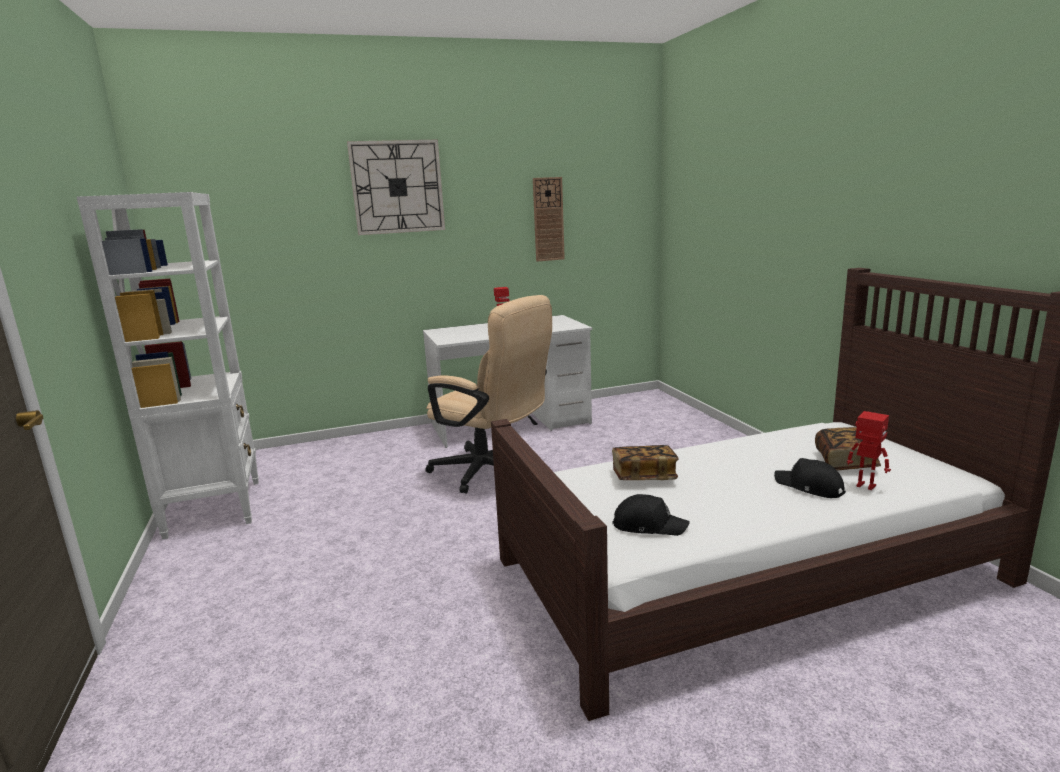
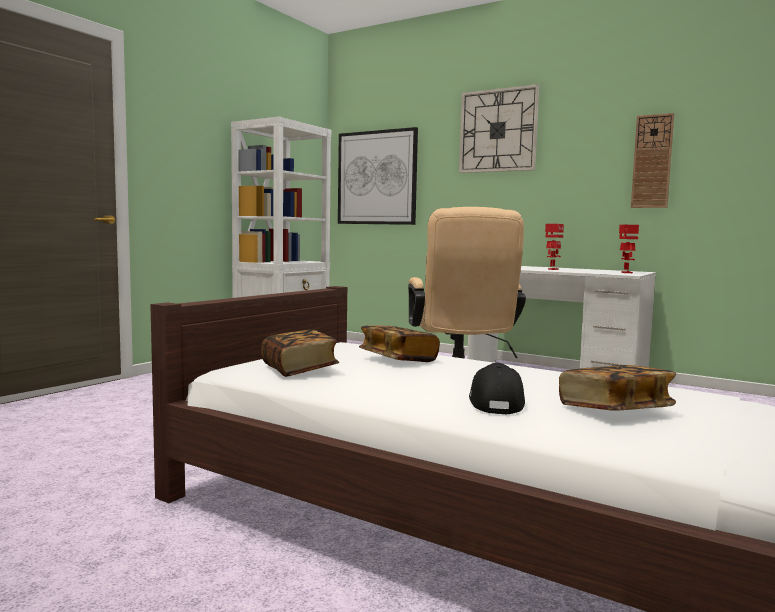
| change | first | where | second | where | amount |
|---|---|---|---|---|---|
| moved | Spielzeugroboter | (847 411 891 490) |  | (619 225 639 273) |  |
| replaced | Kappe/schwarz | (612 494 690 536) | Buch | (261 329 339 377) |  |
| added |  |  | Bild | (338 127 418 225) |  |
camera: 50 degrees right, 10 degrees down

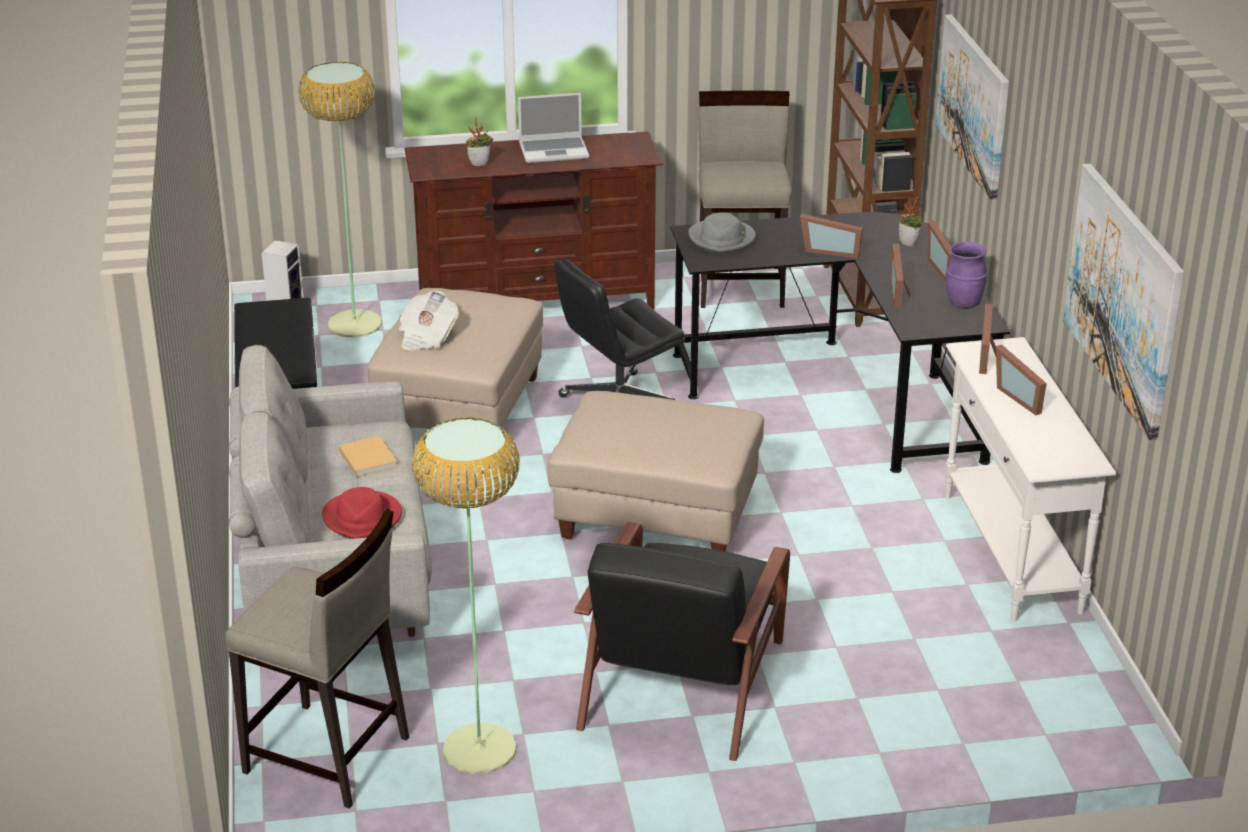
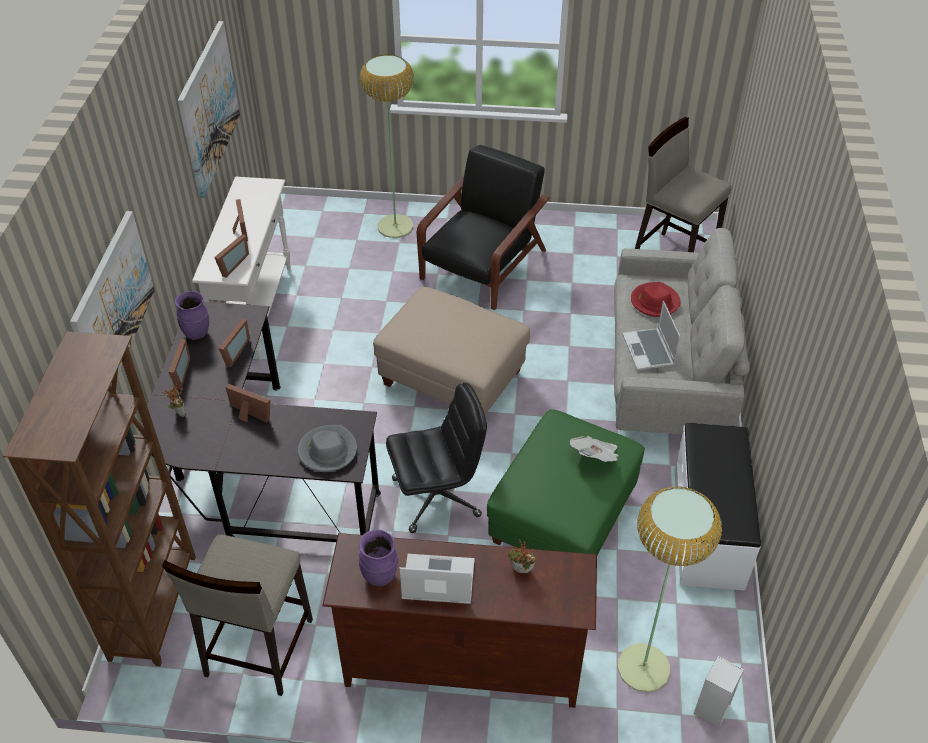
| change | first | where | second | where | amount |
|---|---|---|---|---|---|
| recoloured | Polsterhocker/beige | (368 288 543 430) | Polsterhocker/grün | (487 410 644 555) |  |
| moved | Stehlampe | (412 417 520 774) |  | (360 54 414 238) |  |
| replaced | Buch/beige | (339 436 398 477) | Laptop | (622 301 680 370) |  |
| added |  |  | Vase/lila | (359 530 398 586) |  |
camera: 165 degrees left, 15 degrees up

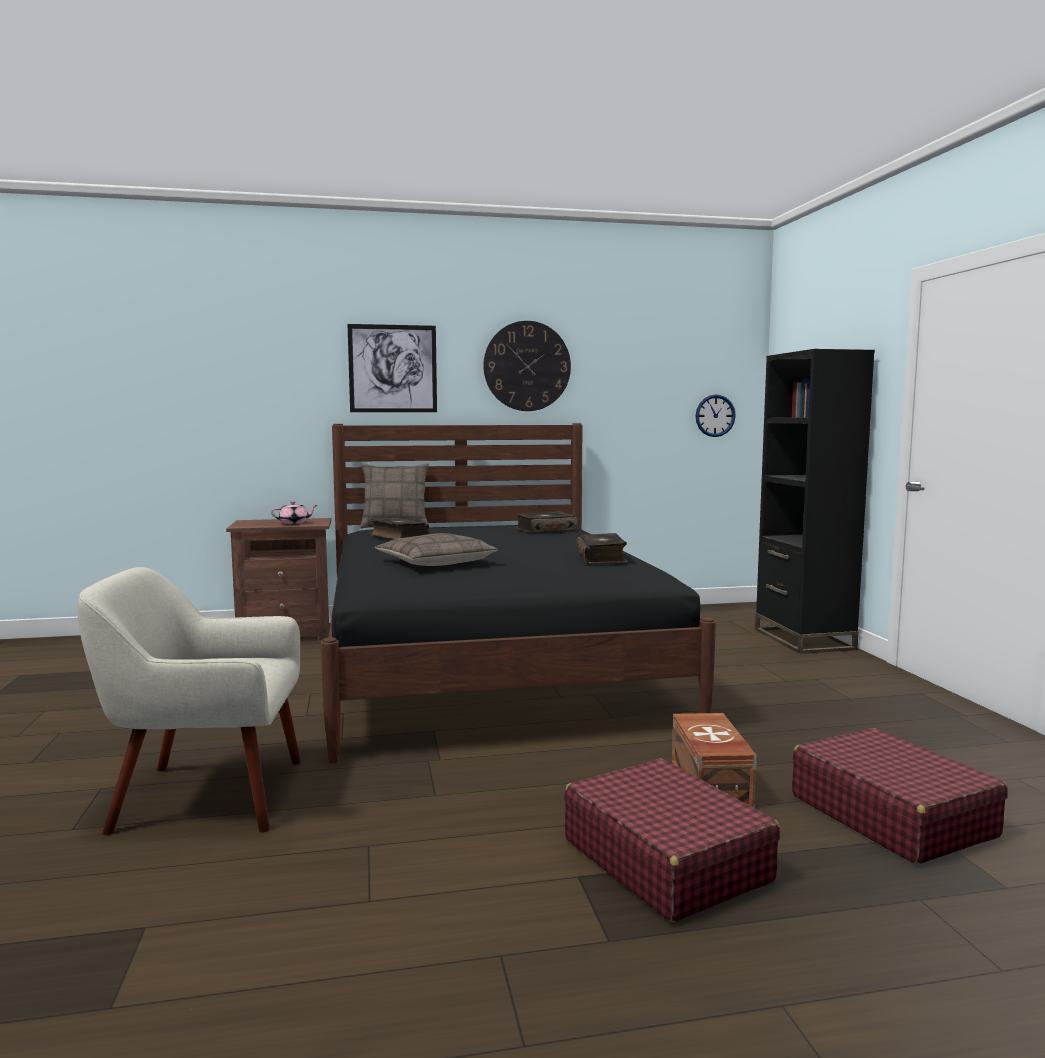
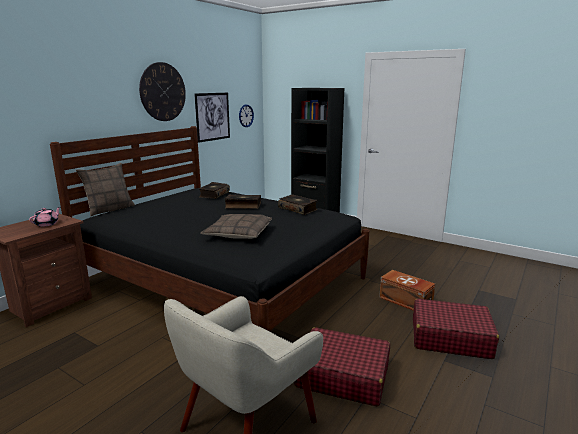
| change | first | where | second | where | amount |
|---|---|---|---|---|---|
| moved | Bild | (347 324 437 412) |  | (194 93 230 143) |  |
| moved | Buch | (370 518 429 539) |  | (224 195 261 209) |  |
| moved | Koffer/rot | (792 728 1008 864) |  | (294 327 390 407) |  |
camera: 45 degrees left, 10 degrees up

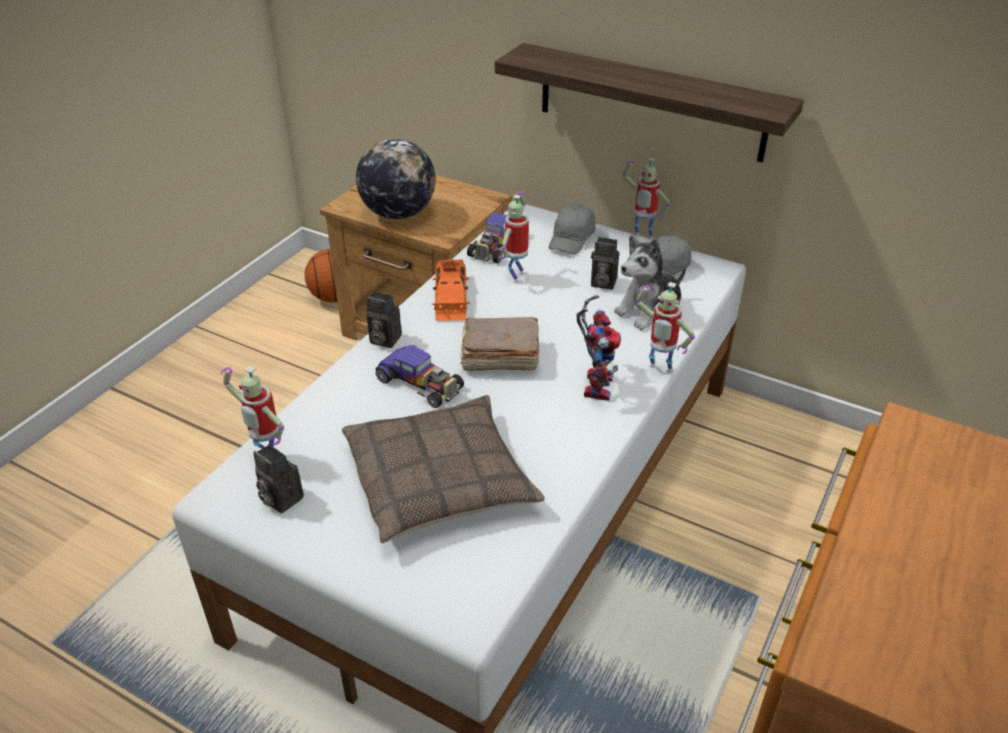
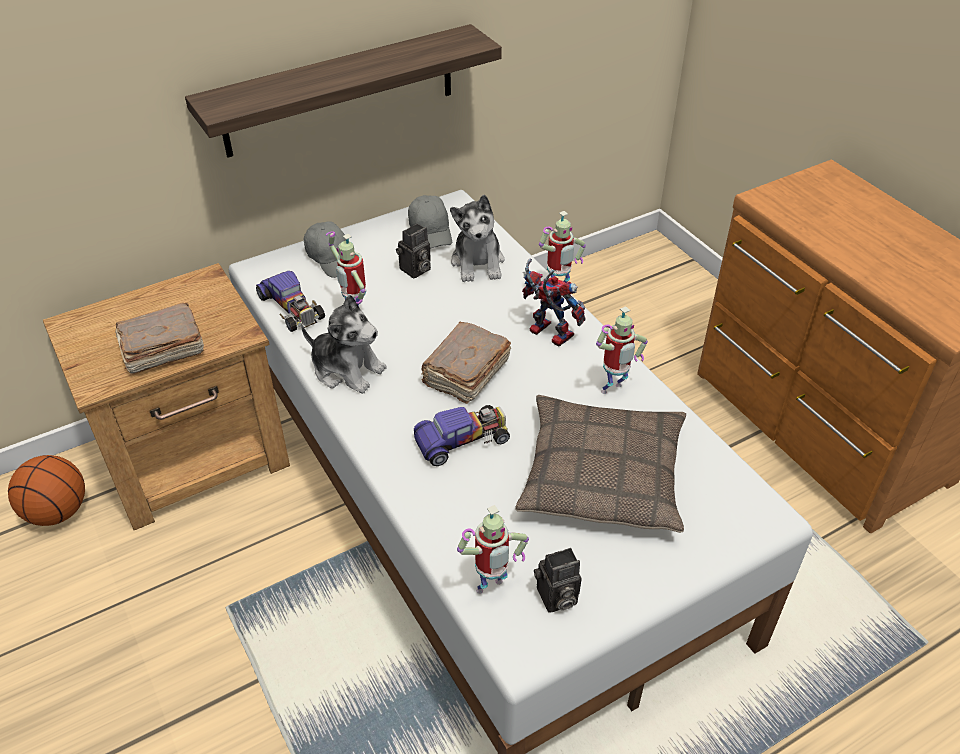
| change | first | where | second | where | amount |
|---|---|---|---|---|---|
| replaced | Globus | (356 138 435 219) | Buch/braun | (115 303 204 375) |  |
| moved | Spielzeugroboter | (623 158 671 239) |  | (596 306 648 394) |  |
| replaced | Spielzeugauto/orange | (432 259 470 321) | Plüschtier | (301 295 387 394) |  |
| removed | Kamera | (366 291 402 348) |  |  |  |
camera: 60 degrees left, 5 degrees up

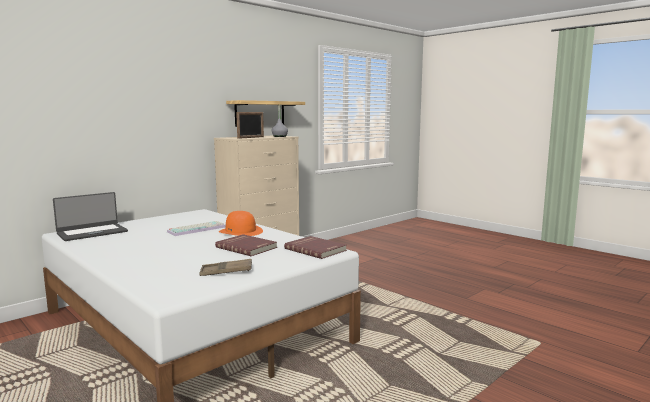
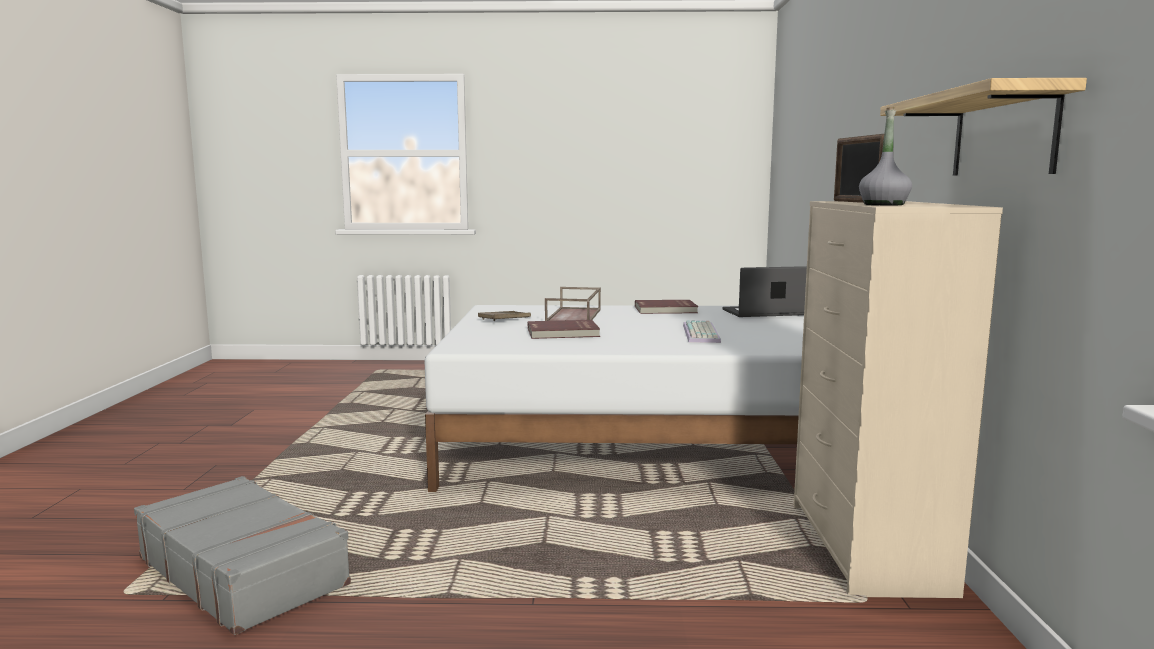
| change | first | where | second | where | amount |
|---|---|---|---|---|---|
| turned | Laptop | (53 192 128 241) |  | (722 266 807 317) | 75 degrees clockwise |
| removed | Hut/orange | (219 211 263 236) |  |  |  |
| moved | Buch/rot | (284 236 347 259) |  | (635 300 698 314) |  |
| added |  |  | Tablett/braun | (545 287 601 321) |  |
| added |  |  | Koffer/grau | (134 476 351 635) |  |
camera: 135 degrees right, 0 degrees up

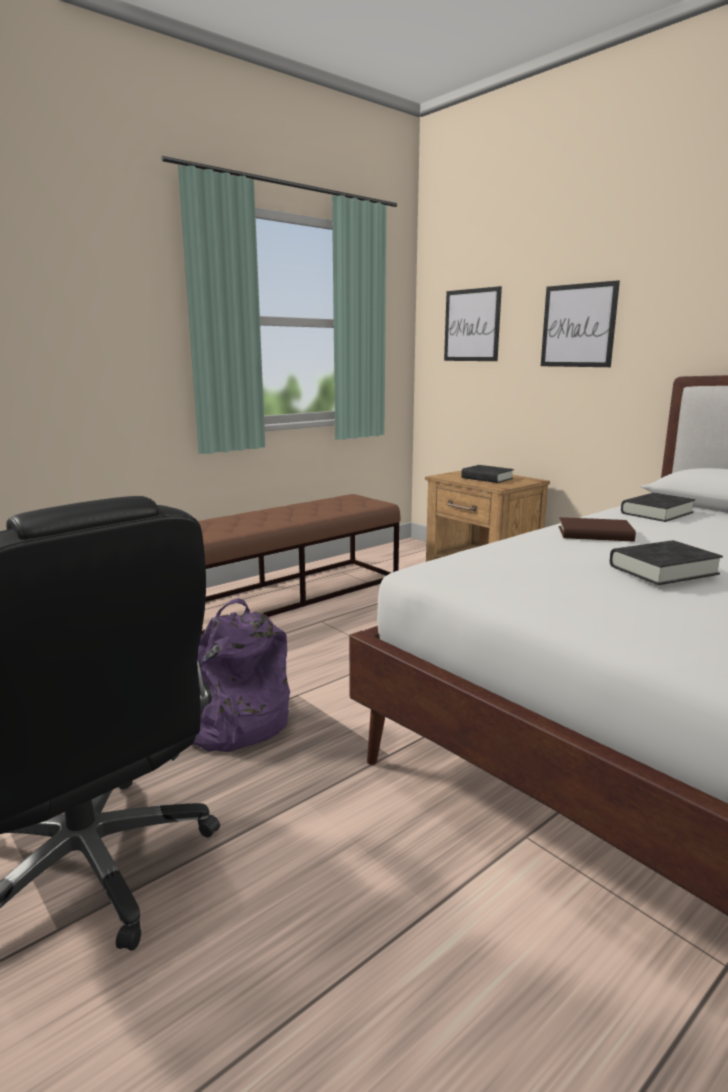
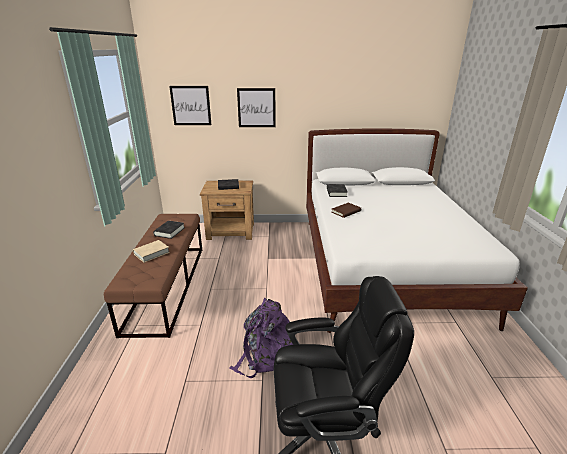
| change | first | where | second | where | amount |
|---|---|---|---|---|---|
| moved | Buch/schwarz | (610 540 723 585) |  | (153 221 184 239) |  |
| added |  |  | Buch/beige | (133 240 170 263) |  |
camera: 50 degrees left, 10 degrees up

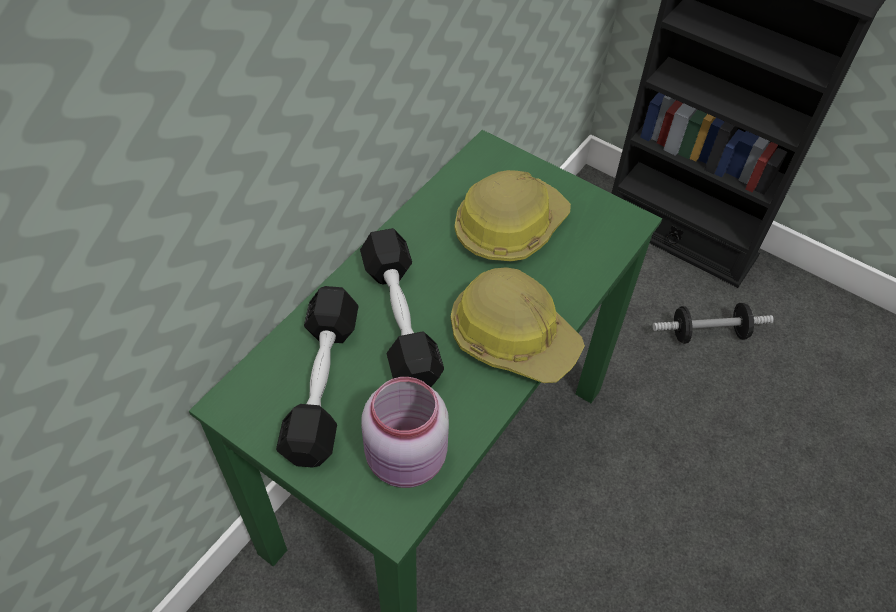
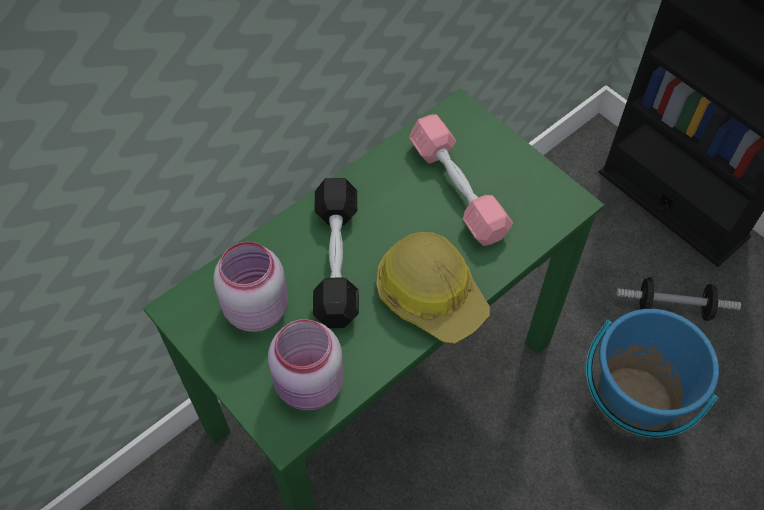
| change | first | where | second | where | amount |
|---|---|---|---|---|---|
| replaced | Schutzhelm | (454 170 571 261) | Hantel/rosa | (409 115 513 246) |  |
| replaced | Hantel/schwarz | (276 286 359 467) | Vorratsglas/rosa | (213 242 288 332) |  |
| added |  |  | Eimer/blau | (586 309 719 437) |  |
camera: 15 degrees right, 5 degrees up

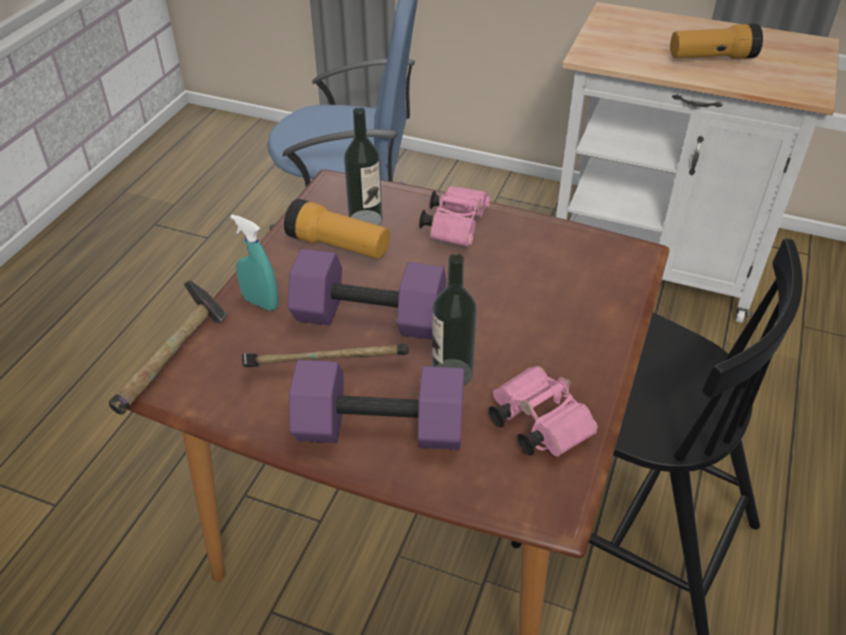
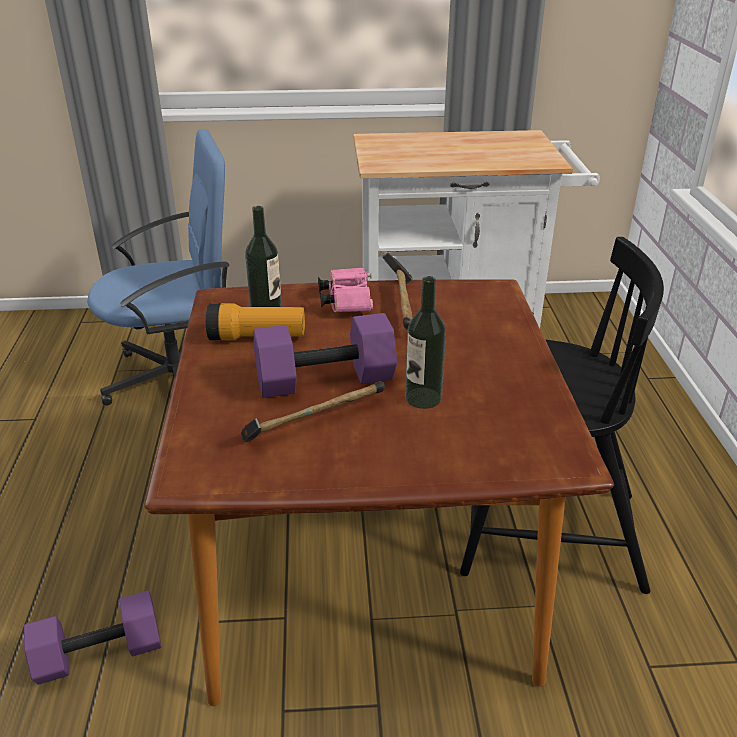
| change | first | where | second | where | amount |
|---|---|---|---|---|---|
| removed | Taschenlampe | (670 24 763 59) |  |  |  |
| removed | Sprühflasche/türkis | (230 214 278 311) |  |  |  |
| moved | Hammer | (109 280 227 414) |  | (382 252 413 330) |  |
| moved | Hantel/lila | (289 360 464 450) |  | (24 590 161 685) |  |
| removed | Fernglas/rosa | (488 366 598 457) |  |  |  |
camera: 25 degrees left, 10 degrees down

